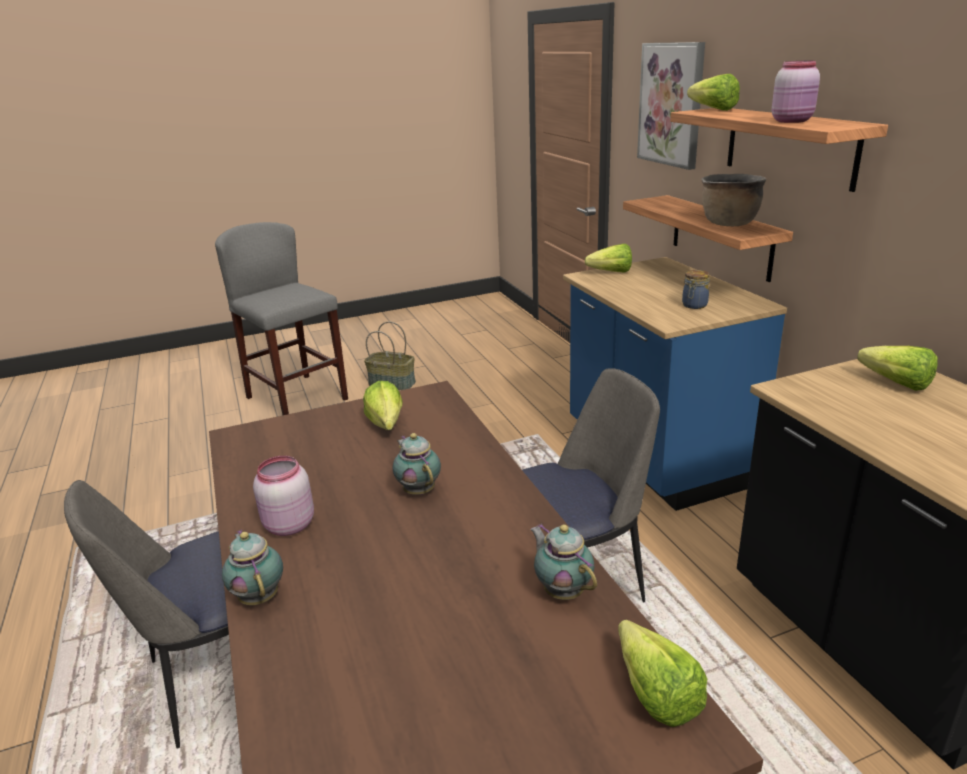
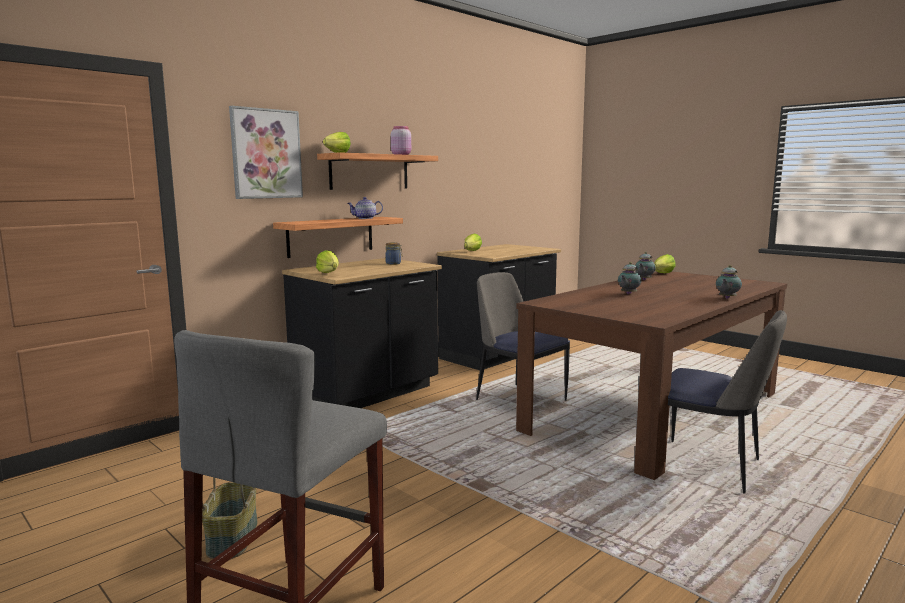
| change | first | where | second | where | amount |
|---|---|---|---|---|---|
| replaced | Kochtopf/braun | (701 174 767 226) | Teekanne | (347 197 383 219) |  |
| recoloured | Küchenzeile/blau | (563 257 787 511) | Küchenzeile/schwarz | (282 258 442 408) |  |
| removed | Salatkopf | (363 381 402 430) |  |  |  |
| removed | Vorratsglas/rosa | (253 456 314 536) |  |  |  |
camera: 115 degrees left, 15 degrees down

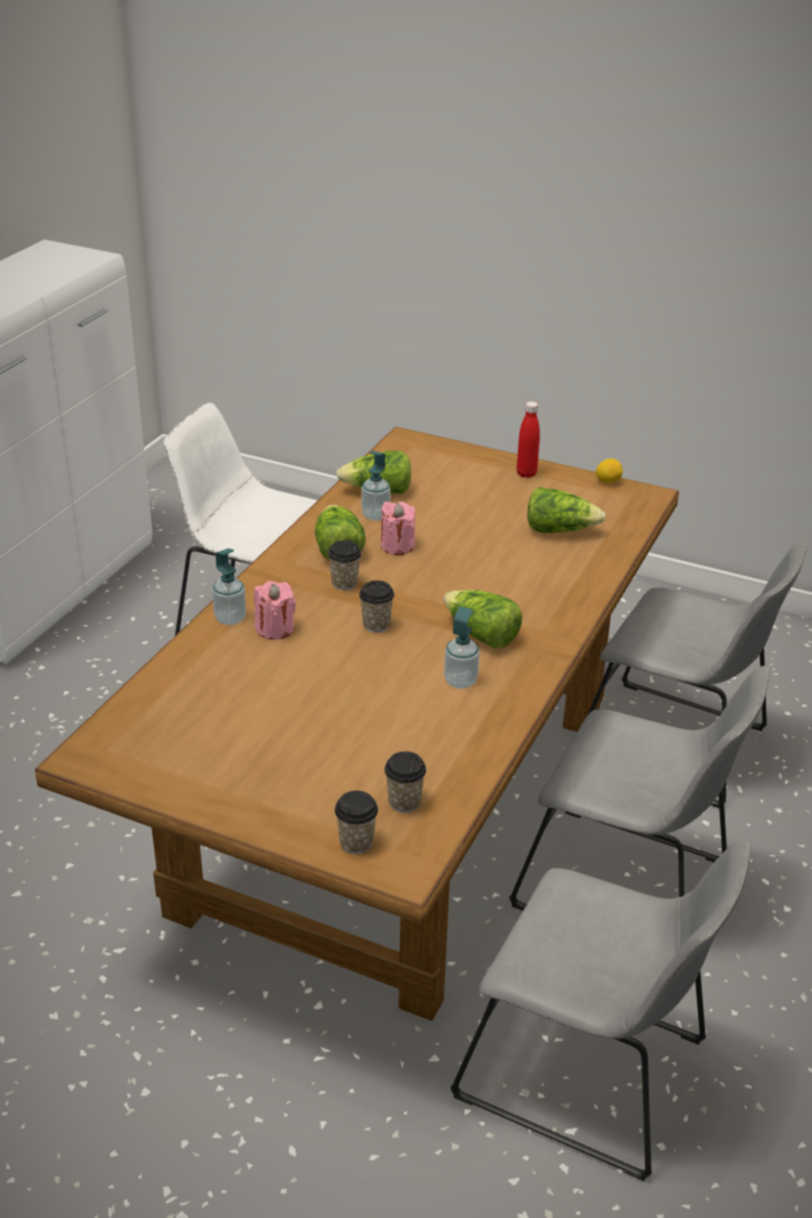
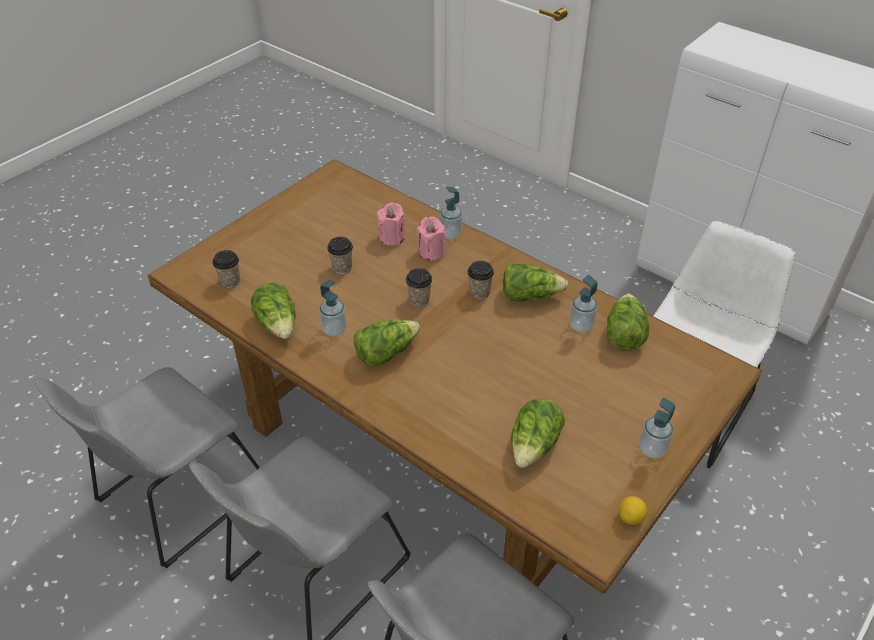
| change | first | where | second | where | amount |
|---|---|---|---|---|---|
| replaced | Flasche/rot | (517 401 540 478) | Seifenspender | (639 398 675 458) |  |
| moved | Kerze/rosa | (381 502 415 555) |  | (377 202 405 246) |  |
| moved | Tasse | (335 791 378 854) |  | (327 237 353 274) |  |
| added |  |  | Salatkopf | (251 282 296 339) |  |
camera: 105 degrees right, 10 degrees up

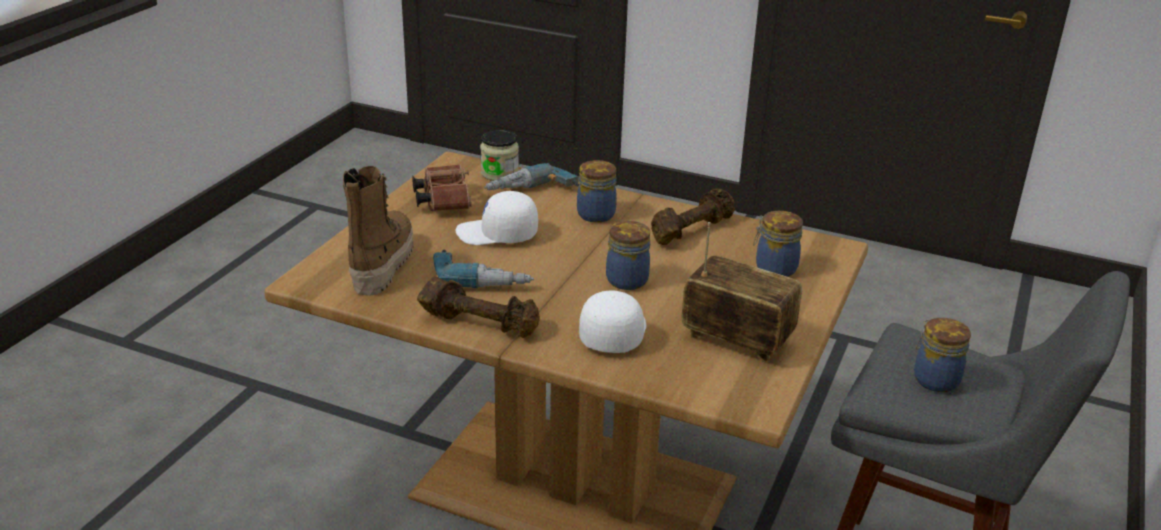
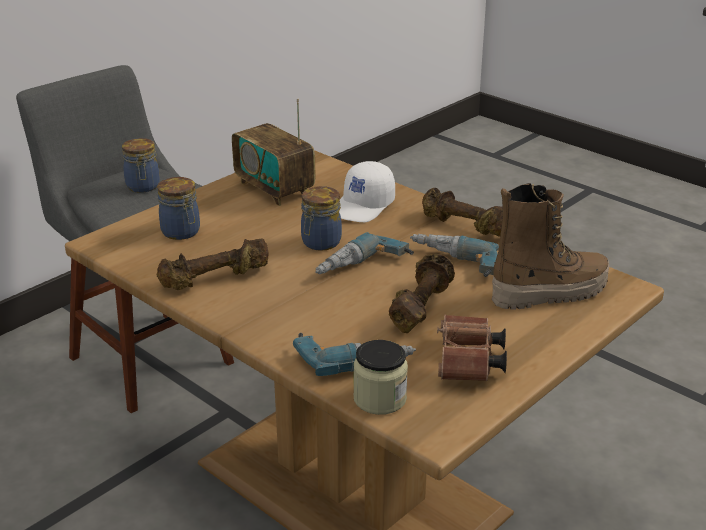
| change | first | where | second | where | amount |
|---|---|---|---|---|---|
| removed | Vorratsglas | (577 160 617 223) |  |  |  |
| turned | Stiefel | (343 166 413 296) |  | (492 183 610 309) | 135 degrees counterclockwise |
| replaced | Kappe/weiß | (455 191 538 245) | Hantel/braun | (389 253 455 333) |  |
| added |  |  | Bohrmaschine | (315 232 414 274) |  |
camera: 160 degrees left, 0 degrees up

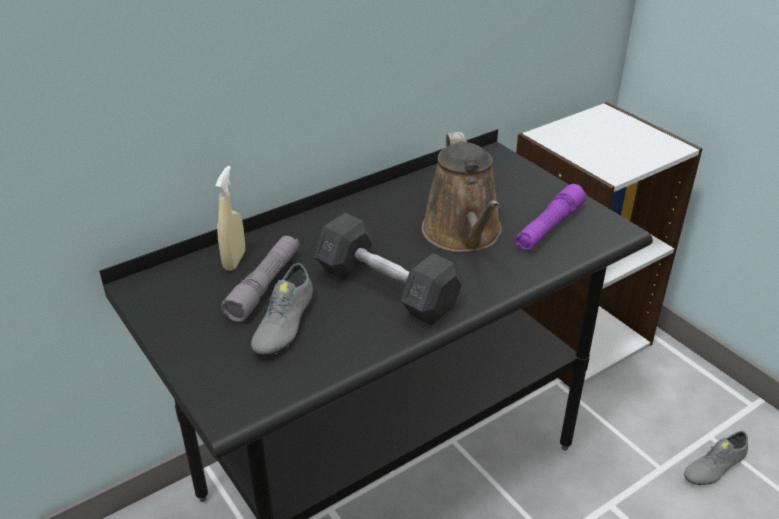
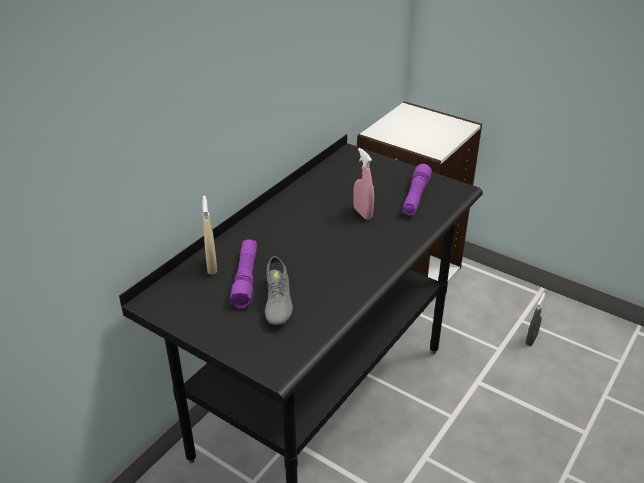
| change | first | where | second | where | amount |
|---|---|---|---|---|---|
| replaced | Gießkanne/braun | (422 132 502 252) | Sprühflasche/rosa | (353 148 374 220) |  |
| removed | Hantel/grau | (314 213 462 325) |  |  |  |
| recoloured | Taschenlampe/grau | (221 236 300 322) | Taschenlampe/lila | (230 239 257 309) |  |
| replaced | Schuh/grau | (684 431 748 486) | Sprühflasche/grau | (526 293 545 346) |  |
camera: 20 degrees left, 0 degrees up

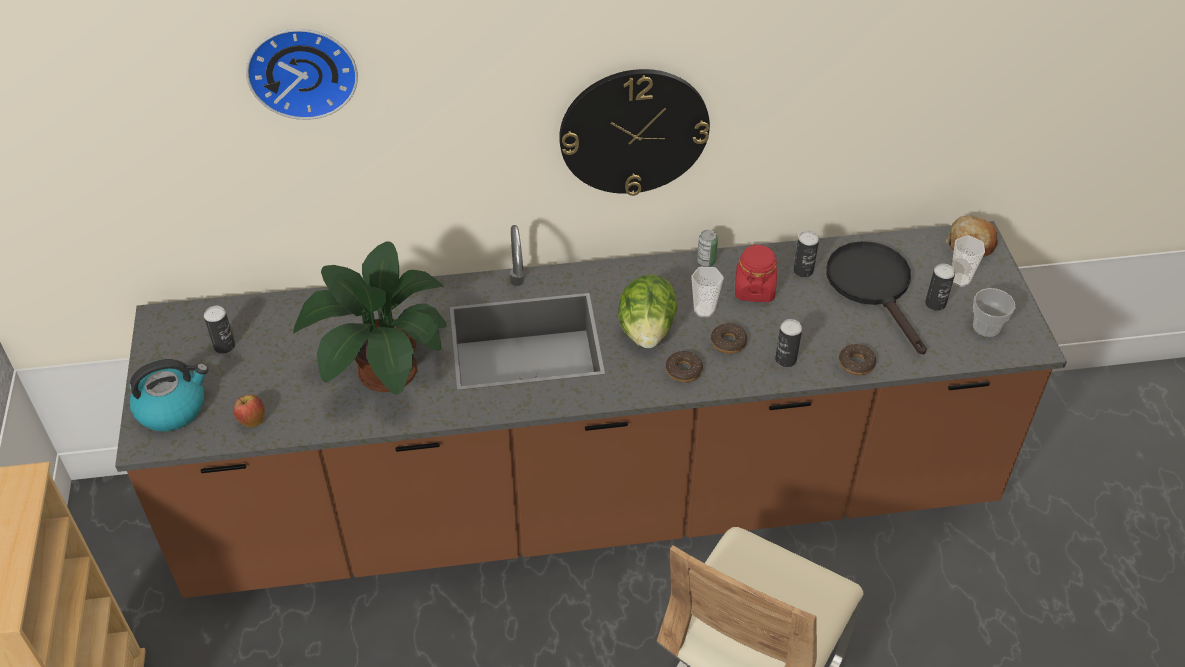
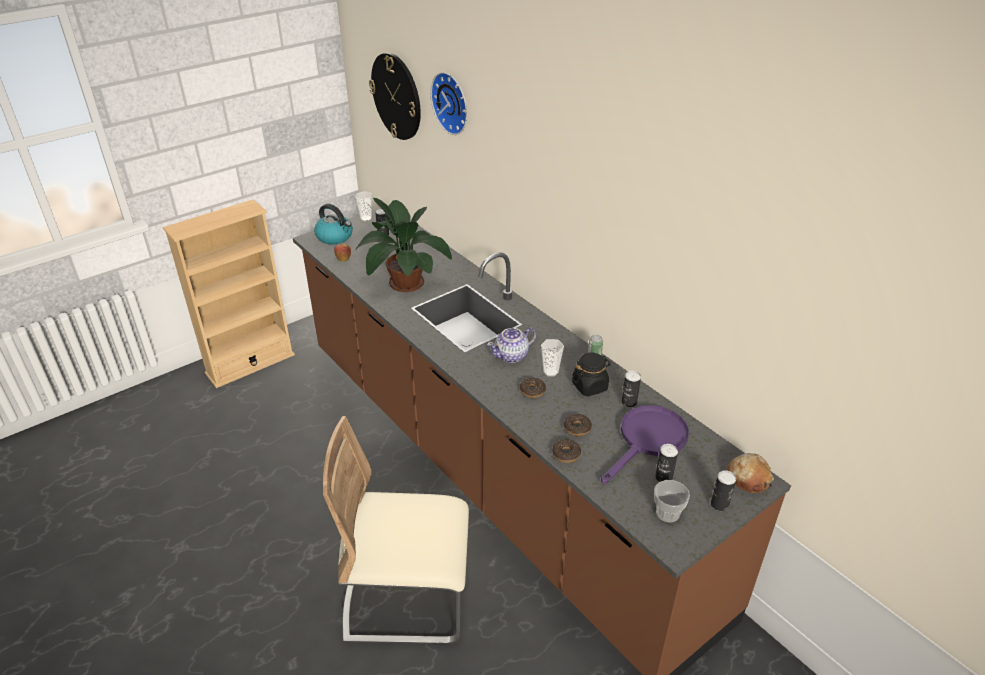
| change | first | where | second | where | amount |
|---|---|---|---|---|---|
| moved | Wanduhr | (559 69 710 196) |  | (369 53 421 140) |  |
| moved | Tasse | (952 236 985 287) |  | (355 191 372 221) |  |
| recoloured | Pfanne/schwarz | (826 241 927 355) | Pfanne/lila | (601 405 689 484) |  |
| recoloured | Vorratsglas/rot | (735 244 777 302) | Vorratsglas/schwarz | (572 353 611 396) |  |
| replaced | Salatkopf | (618 274 677 348) | Teekanne | (487 328 536 363) |  |
| moved | Dose | (775 319 802 367) |  | (711 470 736 511) |  |
| moved | Donut | (666 351 703 383) |  | (564 414 592 436) |  |
camera: 60 degrees right, 10 degrees down

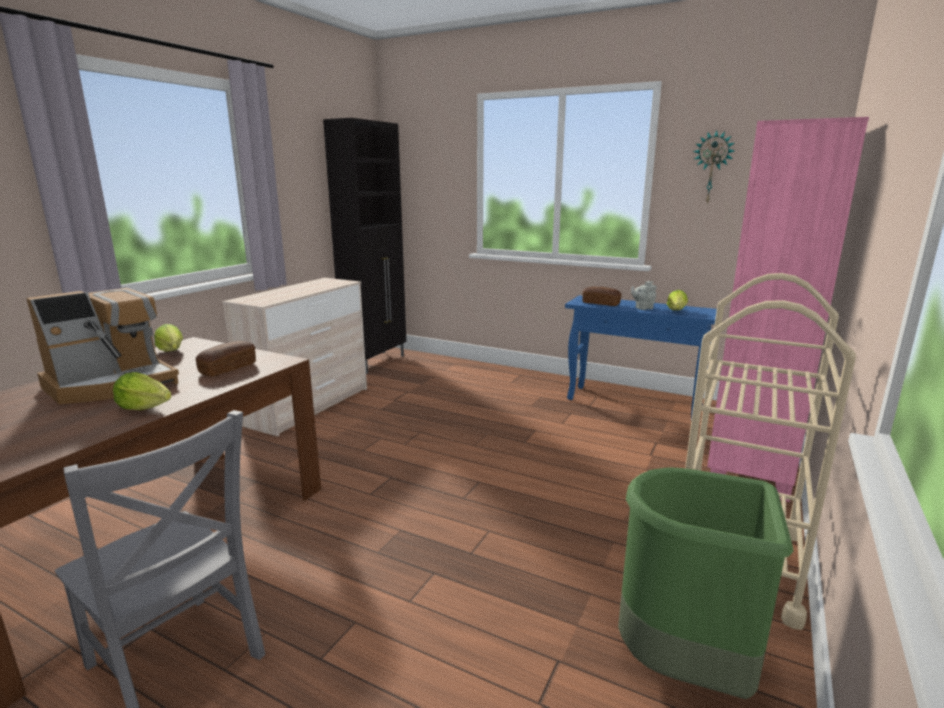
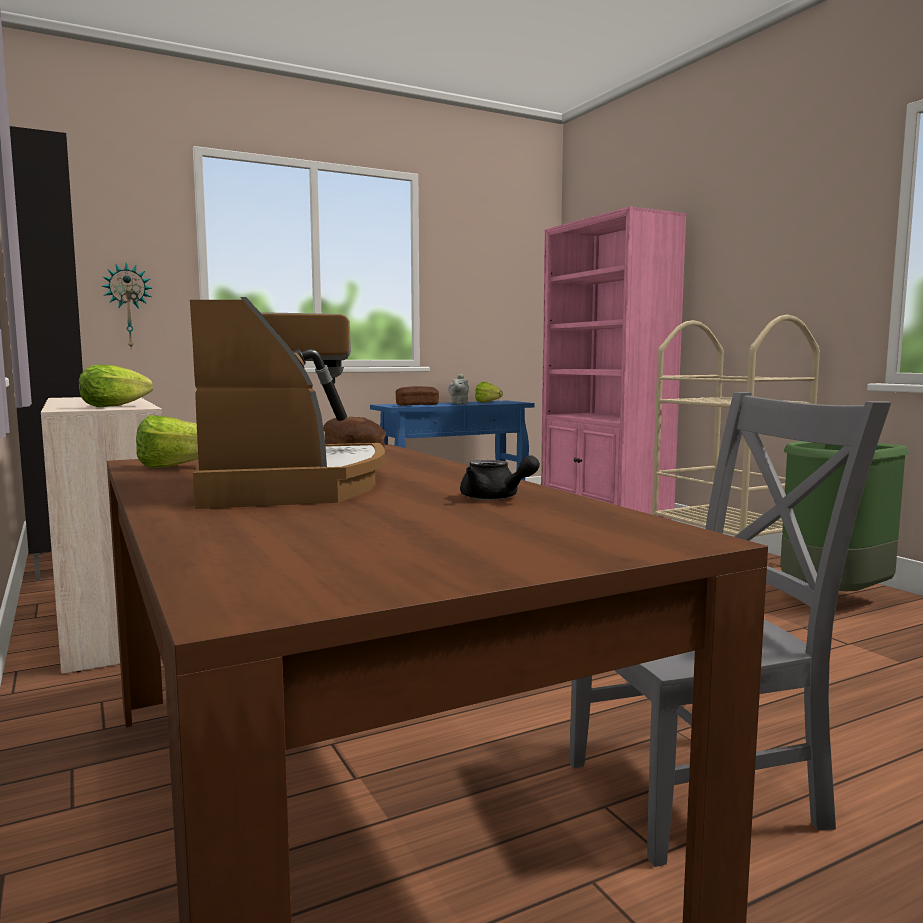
| change | first | where | second | where | amount |
|---|---|---|---|---|---|
| moved | Wanduhr | (693 130 734 204) |  | (102 263 152 348) |  |
| moved | Salatkopf | (113 372 172 410) |  | (79 365 153 407) |  |
| added |  |  | Teekanne/schwarz | (460 456 540 500) |  |
camera: 55 degrees left, 10 degrees down

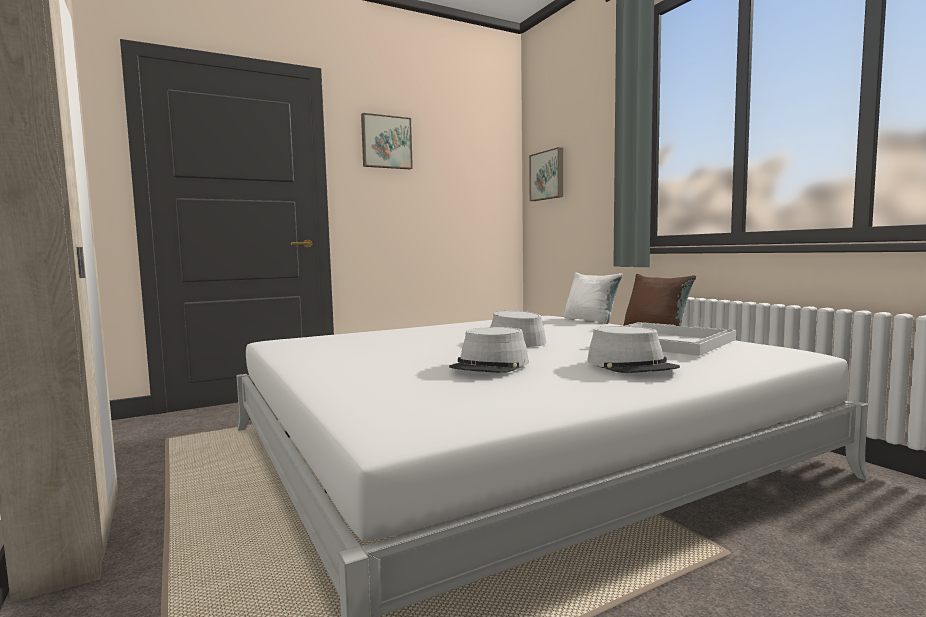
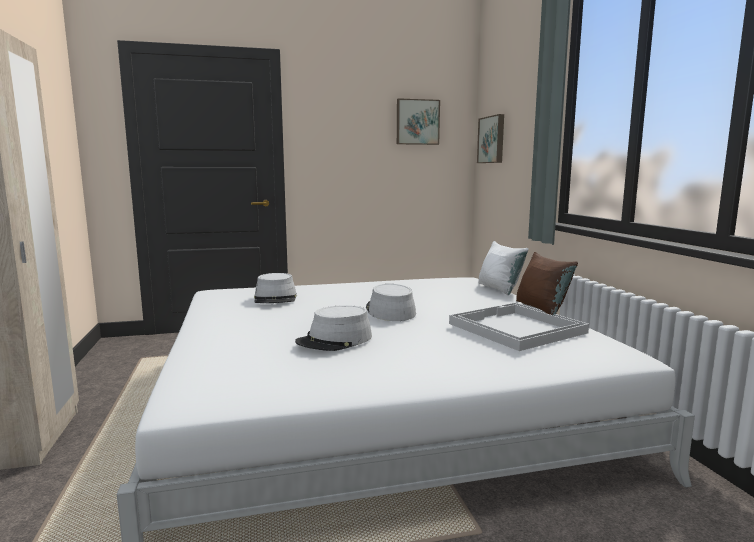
| change | first | where | second | where | amount |
|---|---|---|---|---|---|
| moved | Bild | (361 113 413 169) |  | (397 98 440 145) |  |
| moved | Hut/grau | (587 326 680 373) |  | (254 273 297 303) |  |
camera: 15 degrees right, 5 degrees up

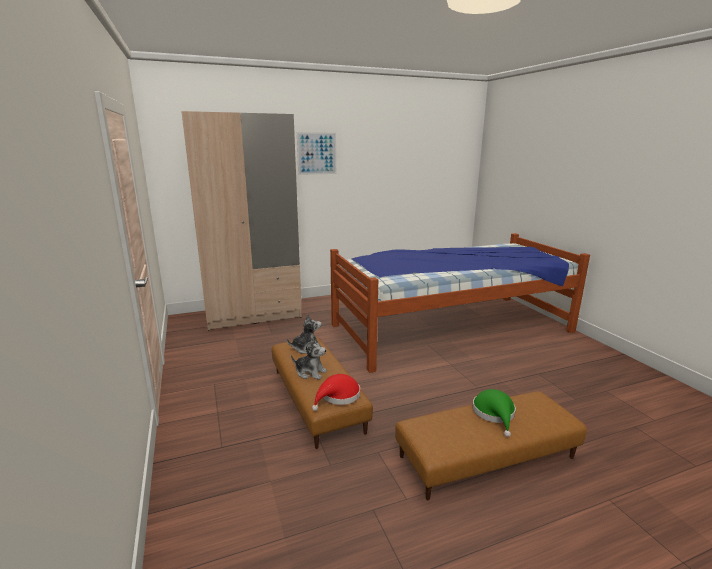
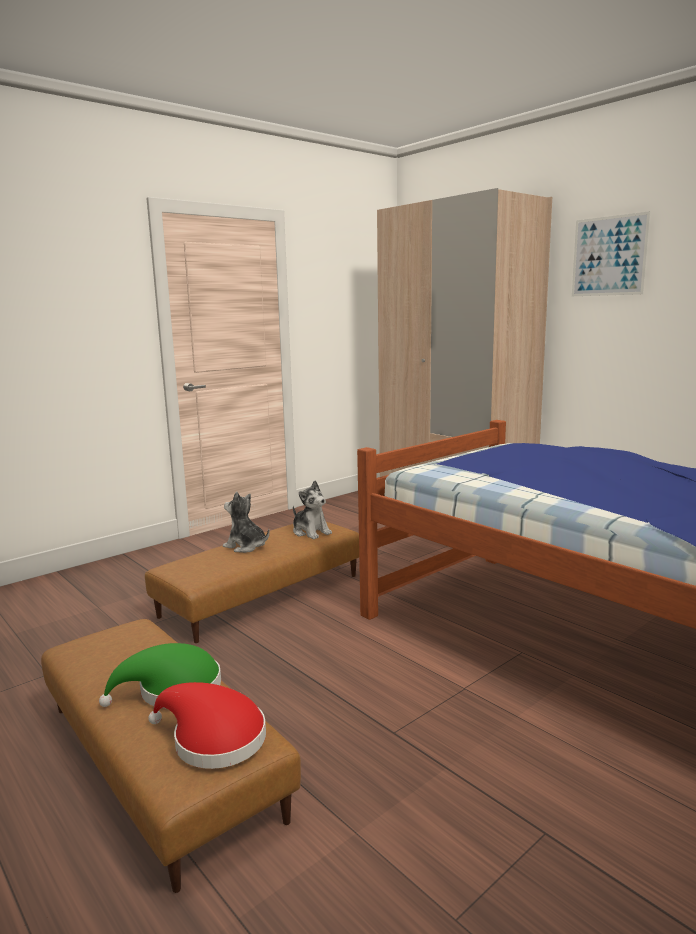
| change | first | where | second | where | amount |
|---|---|---|---|---|---|
| turned | Plüschtier | (291 336 327 380) |  | (223 492 270 553) | 120 degrees clockwise |
| moved | Hut/rot | (312 374 360 411) |  | (148 682 266 769) |  |
camera: 70 degrees right, 5 degrees down

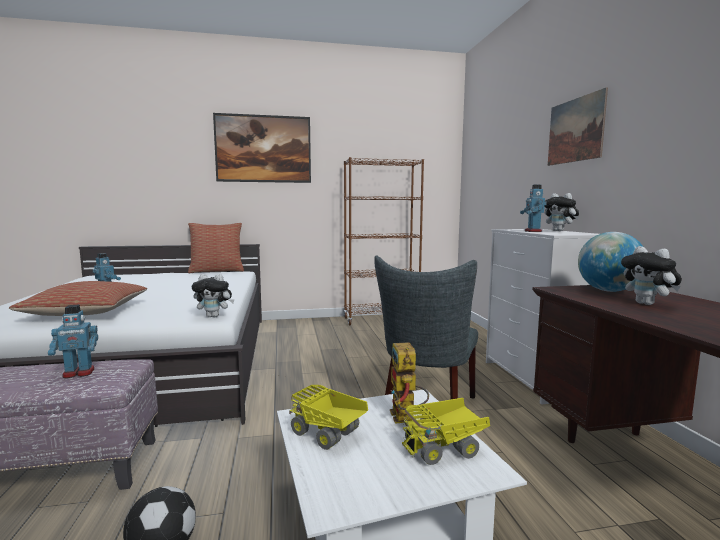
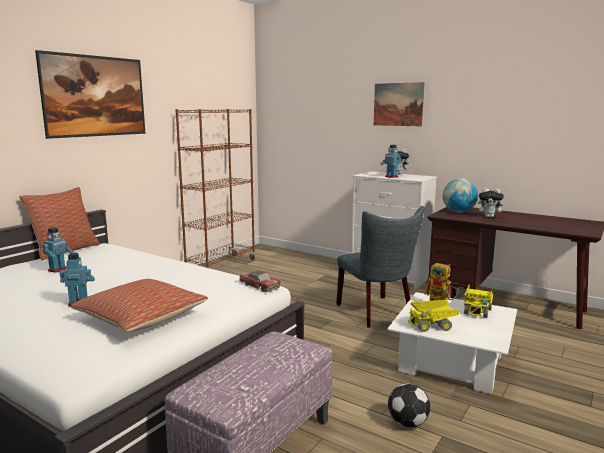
| change | first | where | second | where | amount |
|---|---|---|---|---|---|
| replaced | Plüschtier | (192 274 235 317) | Spielzeugauto | (239 271 281 292) |  |
| moved | Spielzeugroboter | (48 305 98 378) |  | (42 227 73 273) |  |
camera: 45 degrees left, 5 degrees up

